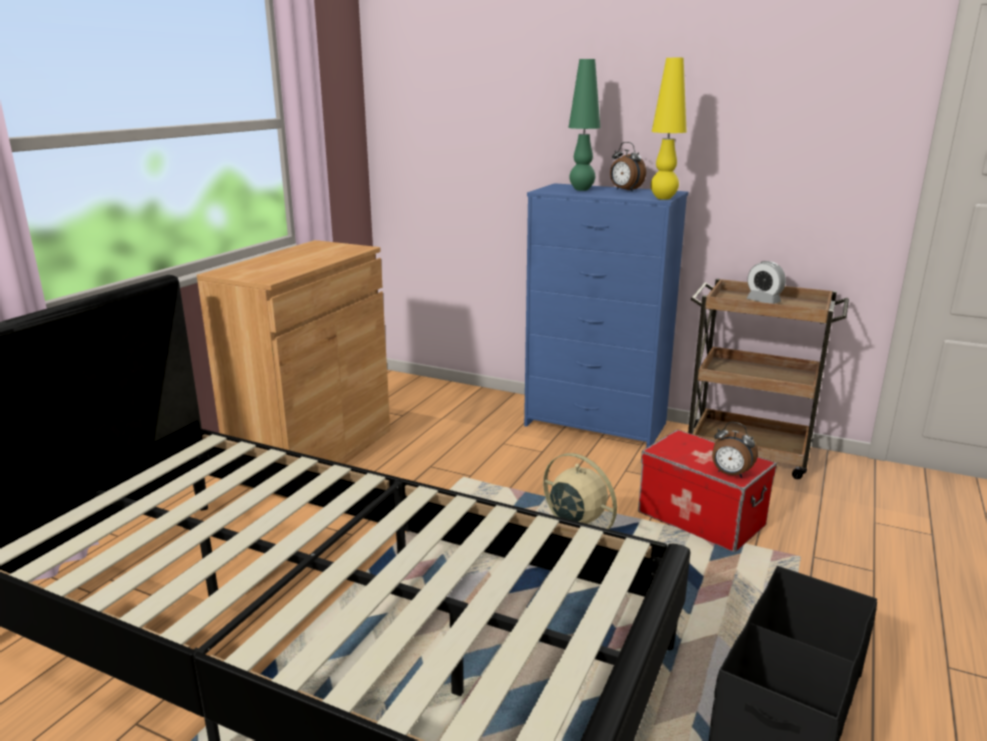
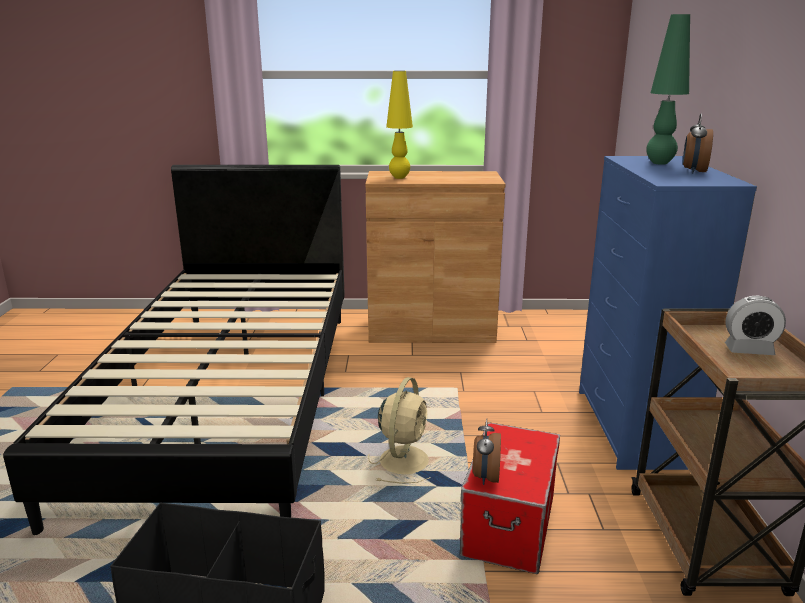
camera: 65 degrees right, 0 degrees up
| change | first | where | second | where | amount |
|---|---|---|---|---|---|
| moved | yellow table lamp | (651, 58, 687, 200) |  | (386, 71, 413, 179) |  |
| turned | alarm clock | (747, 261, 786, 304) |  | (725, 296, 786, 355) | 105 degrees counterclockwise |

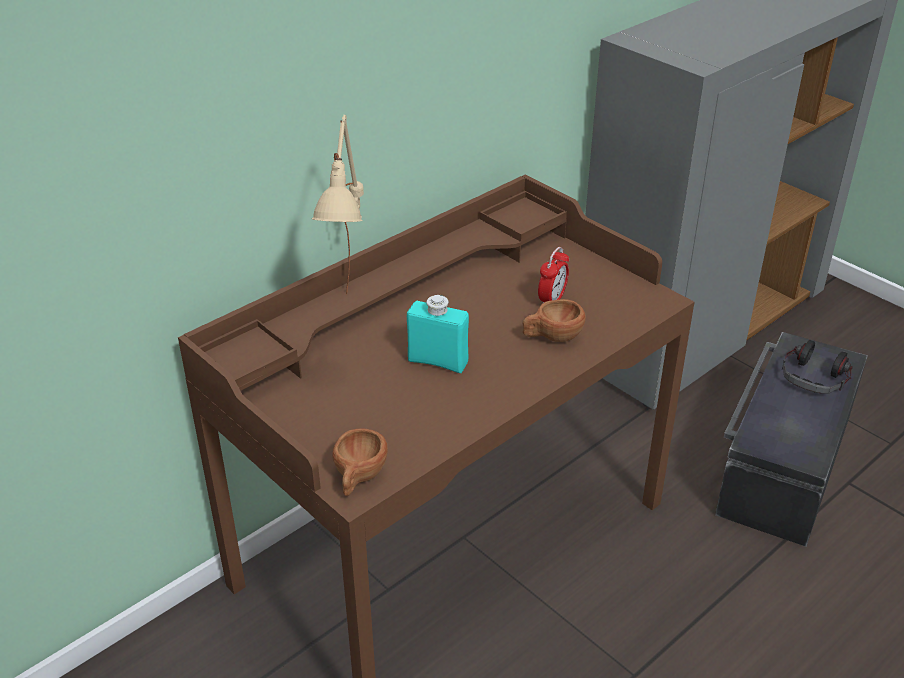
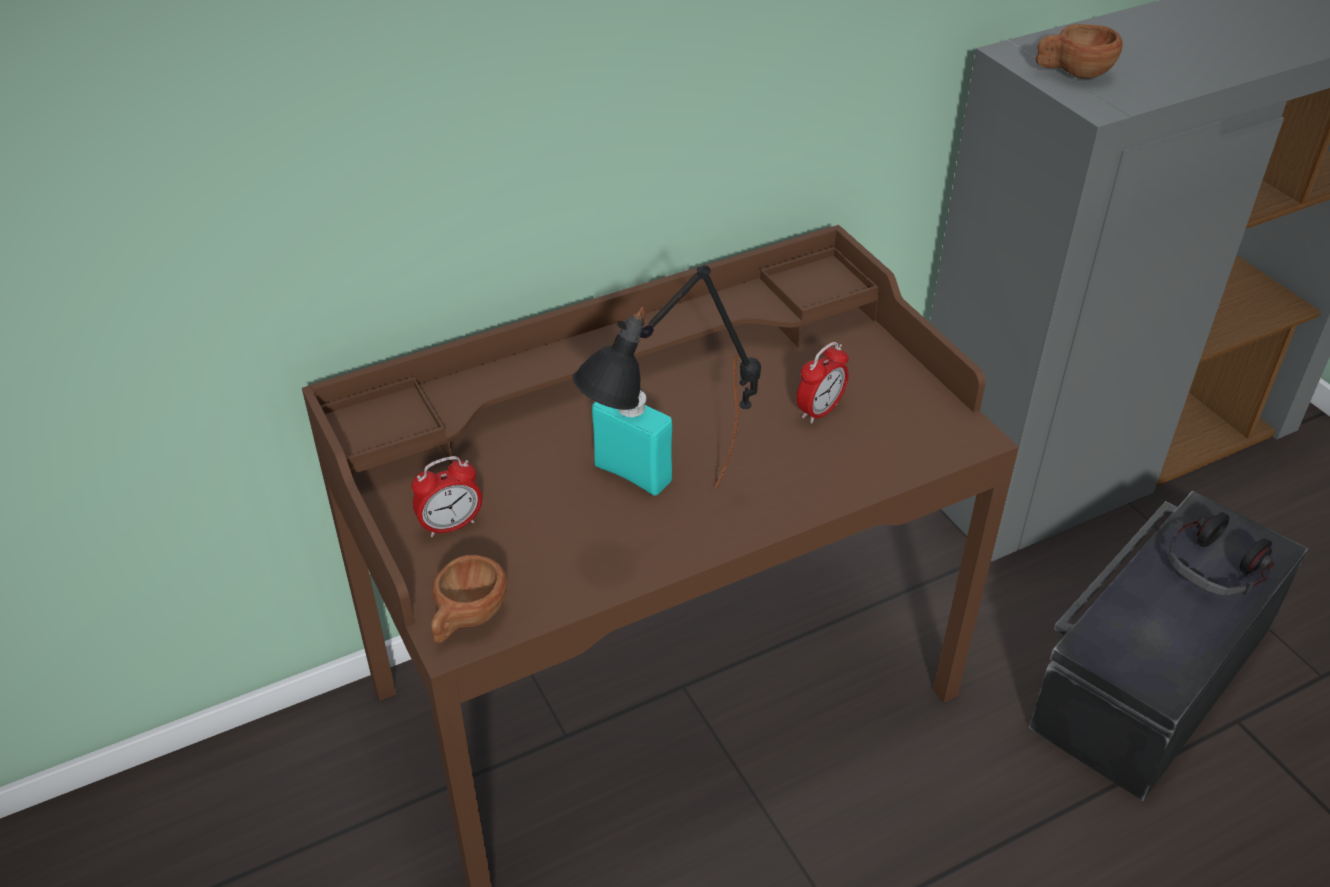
camera: 15 degrees right, 5 degrees up
| change | first | where | second | where | amount |
|---|---|---|---|---|---|
| removed | beige table lamp | (312, 115, 364, 294) |  |  |  |
| moved | brown cup | (523, 299, 586, 342) |  | (1036, 24, 1123, 79) |  |
| added |  |  | black table lamp | (572, 265, 761, 489) |  |
| added |  |  | alarm clock | (411, 456, 482, 537) |  |

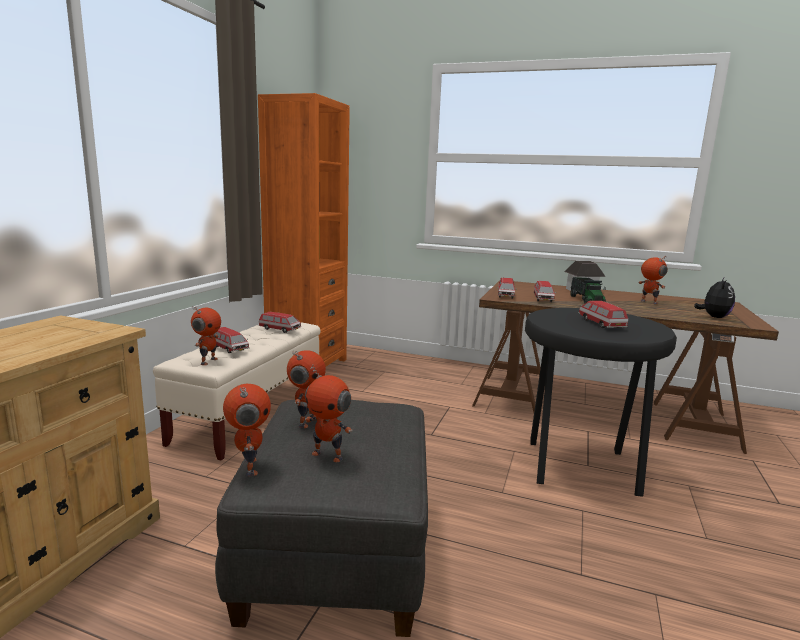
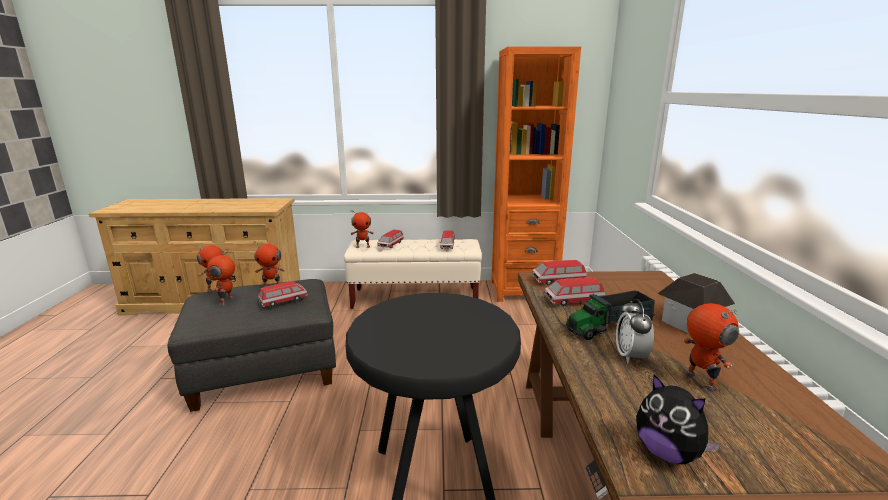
camera: 70 degrees right, 5 degrees up
| change | first | where | second | where | amount |
|---|---|---|---|---|---|
| turned | toy robot | (638, 255, 668, 304) |  | (683, 303, 739, 392) | 60 degrees counterclockwise |
| turned | plush toy | (694, 278, 735, 318) |  | (636, 374, 720, 464) | 45 degrees clockwise |
| moved | toy car | (578, 301, 628, 328) |  | (258, 281, 308, 307) |  |
| added |  |  | alarm clock | (616, 299, 654, 363) |  |

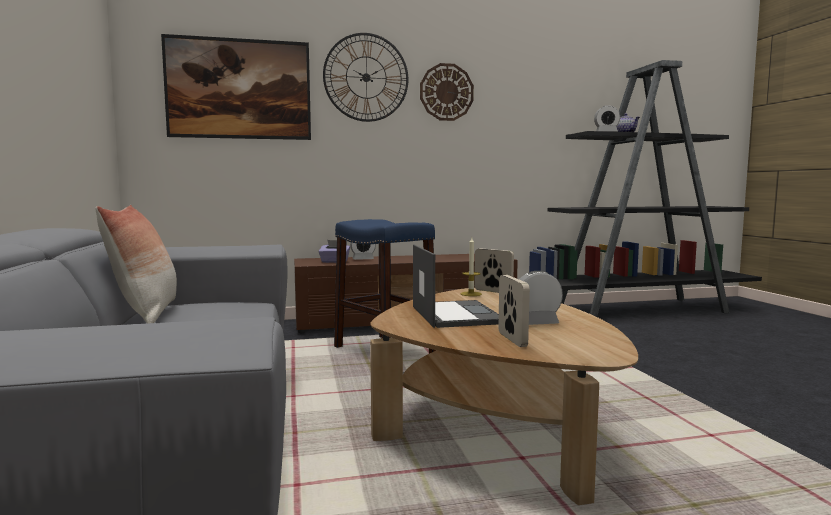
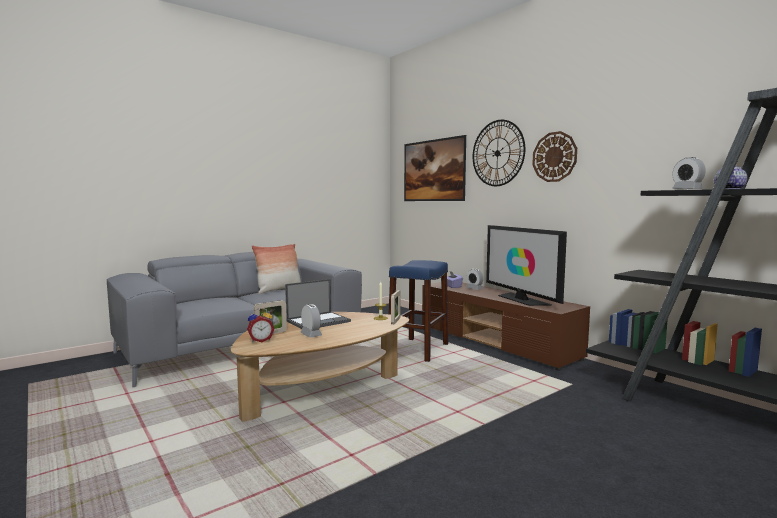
camera: 65 degrees right, 0 degrees up
| change | first | where | second | where | amount |
|---|---|---|---|---|---|
| added |  |  | television | (486, 225, 567, 306) |  |
| added |  |  | alarm clock | (247, 308, 274, 342) |  |

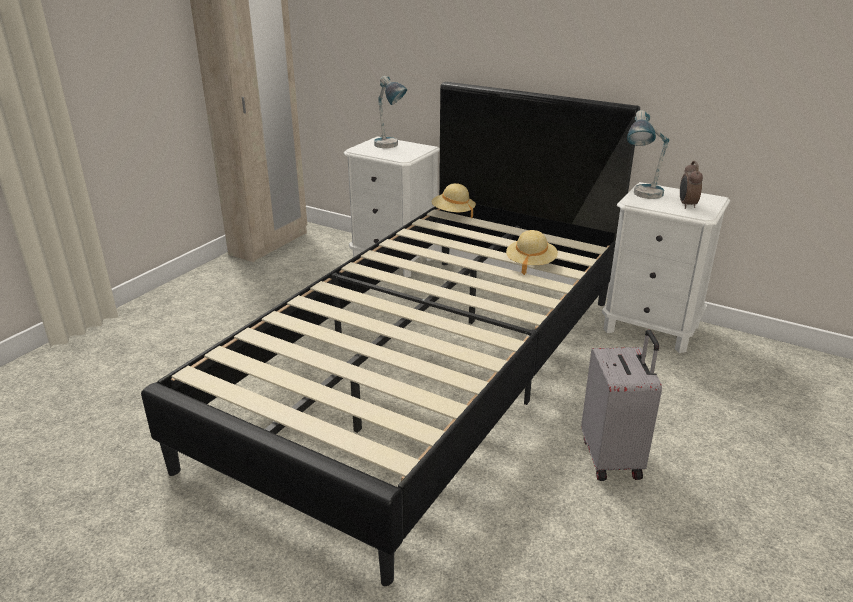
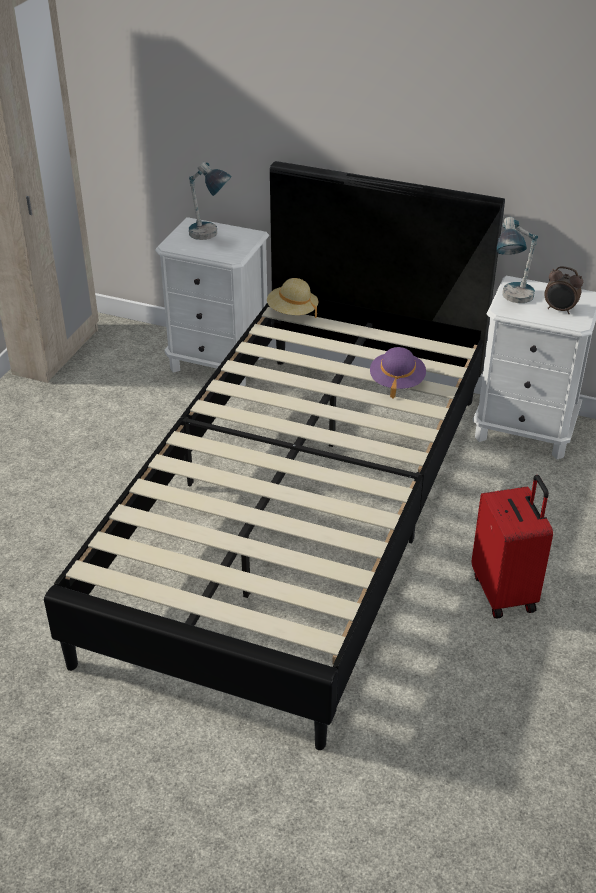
camera: 10 degrees left, 10 degrees up
| change | first | where | second | where | amount |
|---|---|---|---|---|---|
| turned | alarm clock | (680, 161, 703, 209) |  | (544, 266, 583, 314) | 60 degrees counterclockwise |
| recoloured | beige hat | (506, 230, 558, 275) | purple hat | (370, 347, 426, 399) |  |
| recoloured | grey suitcase | (581, 329, 662, 481) | red suitcase | (471, 475, 553, 619) |  |

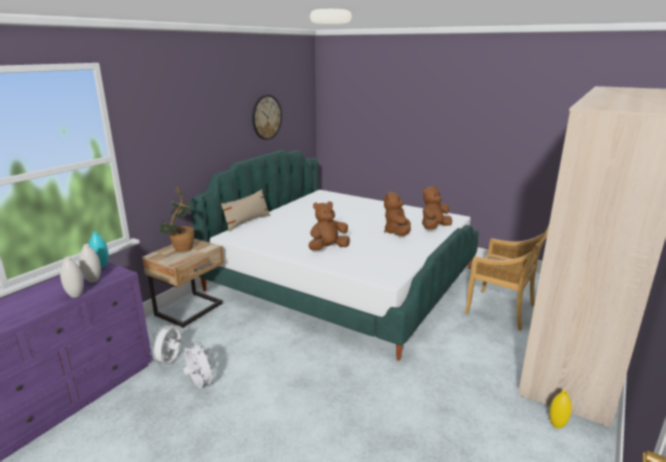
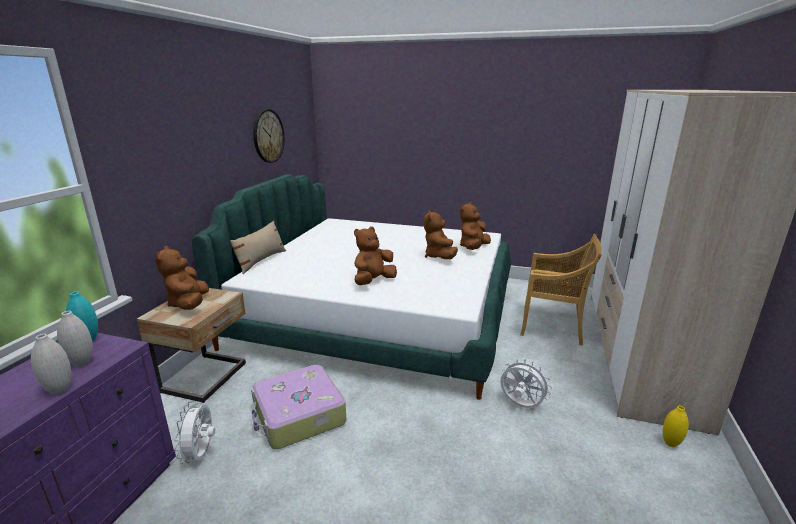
camera: 15 degrees left, 0 degrees up
| change | first | where | second | where | amount |
|---|---|---|---|---|---|
| replaced | potted plant | (159, 187, 194, 252) | brown plush toy | (155, 246, 209, 310) |  |
| moved | white fan | (183, 341, 215, 388) |  | (500, 359, 552, 408) |  |
| added |  |  | suitcase | (251, 365, 346, 449) |  |

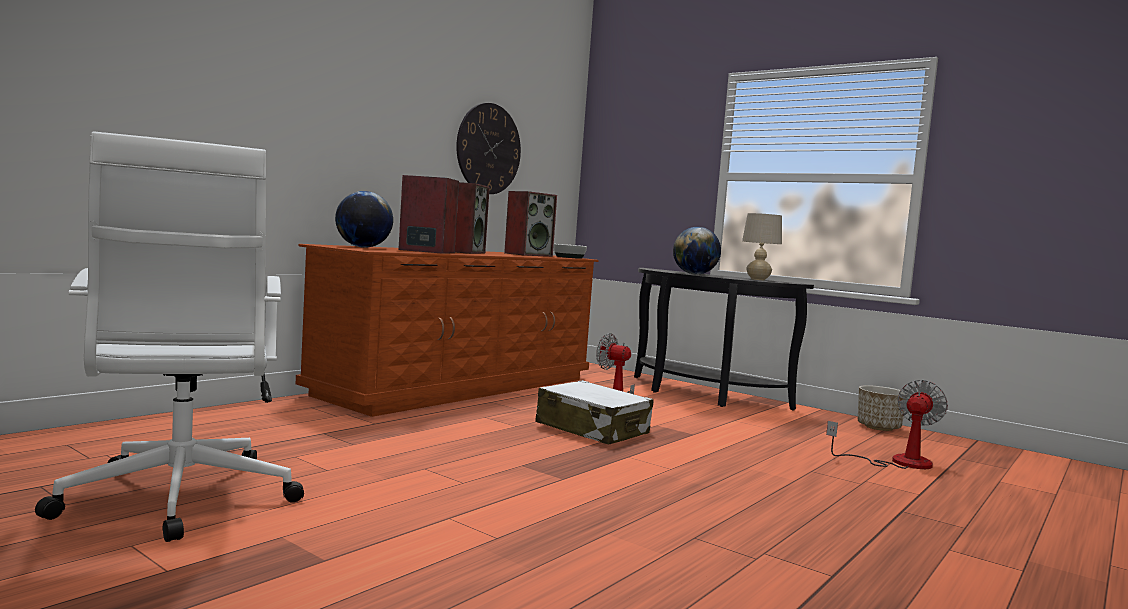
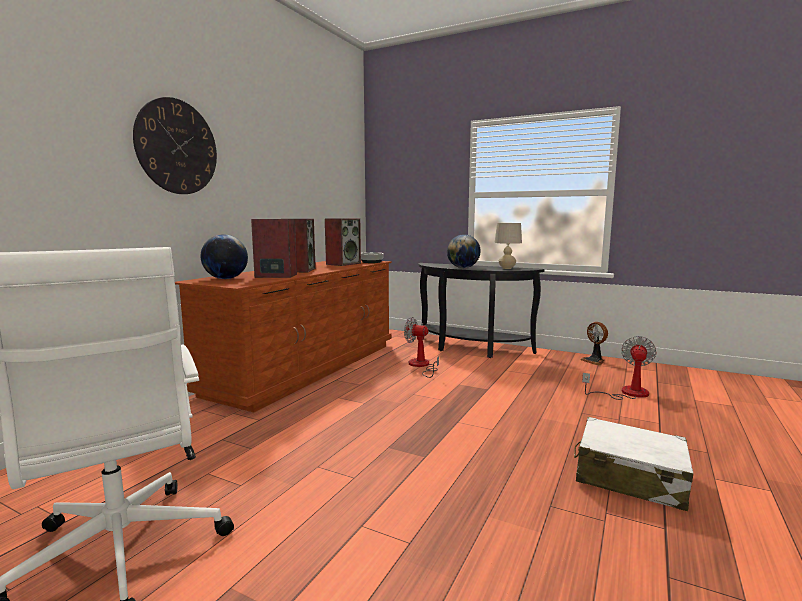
camera: 10 degrees left, 5 degrees up
| change | first | where | second | where | amount |
|---|---|---|---|---|---|
| moved | wall clock | (456, 103, 521, 194) |  | (133, 97, 217, 194) |  |
| moved | white suitcase | (535, 380, 654, 444) |  | (574, 417, 693, 511) |  |
| replaced | planter | (858, 385, 907, 431) | fan | (580, 322, 608, 365) |  |

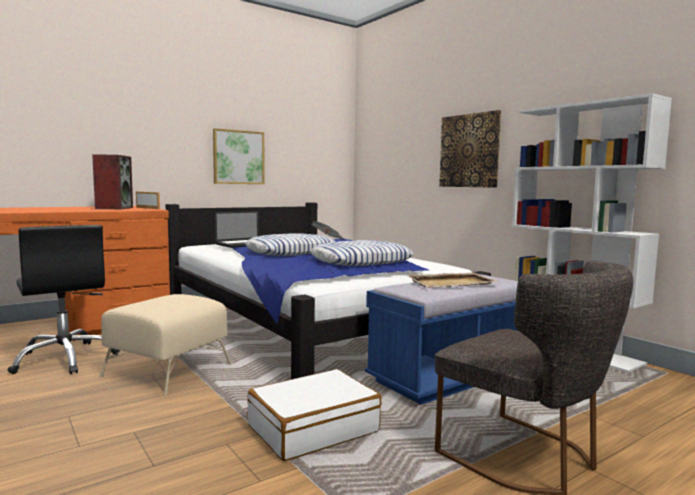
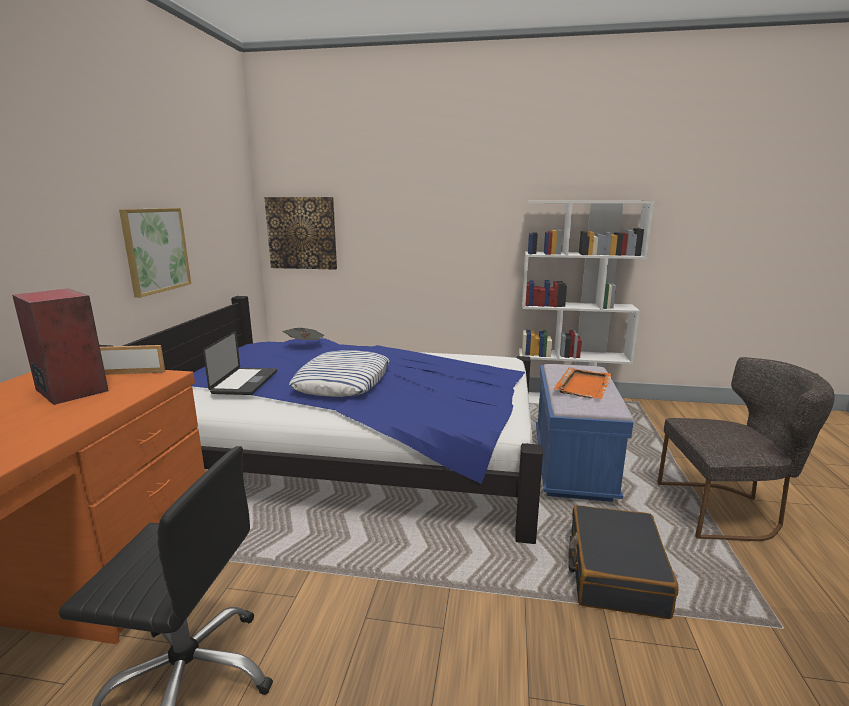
camera: 45 degrees left, 10 degrees up
| change | first | where | second | where | amount |
|---|---|---|---|---|---|
| moved | picture | (439, 110, 501, 188) |  | (264, 197, 337, 270) |  |
| removed | pillow | (311, 240, 413, 266) |  |  |  |
| recoloured | beige tray | (406, 272, 498, 288) | orange tray | (554, 367, 612, 399) |  |
| removed | beige ottoman | (99, 294, 232, 396) |  |  |  |
| recoloured | white suitcase | (248, 369, 381, 461) | black suitcase | (568, 505, 679, 619) |  |

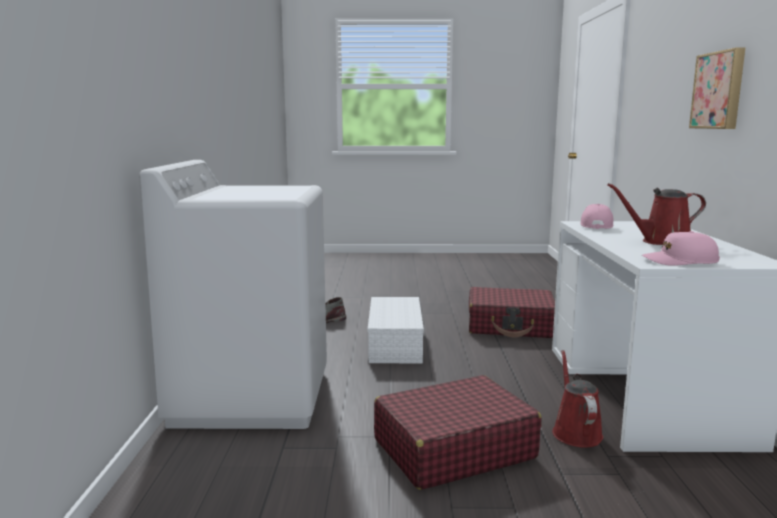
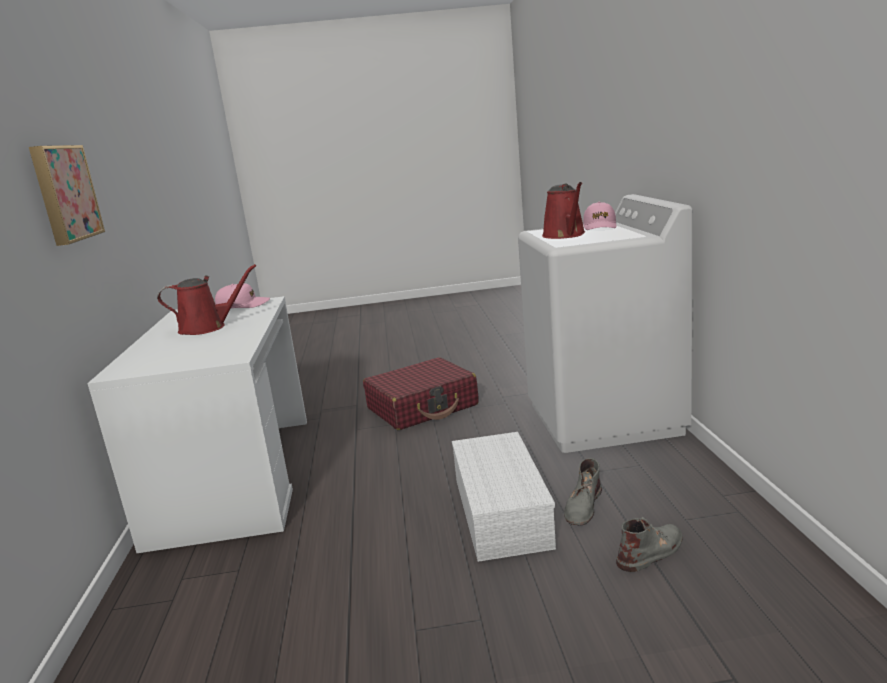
camera: 175 degrees right, 5 degrees up
| change | first | where | second | where | amount |
|---|---|---|---|---|---|
| moved | pink cap | (580, 204, 613, 229) |  | (583, 202, 616, 230) |  |
| removed | red suitcase | (469, 287, 555, 338) |  |  |  |
| moved | red watering can | (552, 350, 603, 448) |  | (542, 182, 585, 239) |  |
| added |  |  | grey boot | (564, 458, 602, 525) |  |

